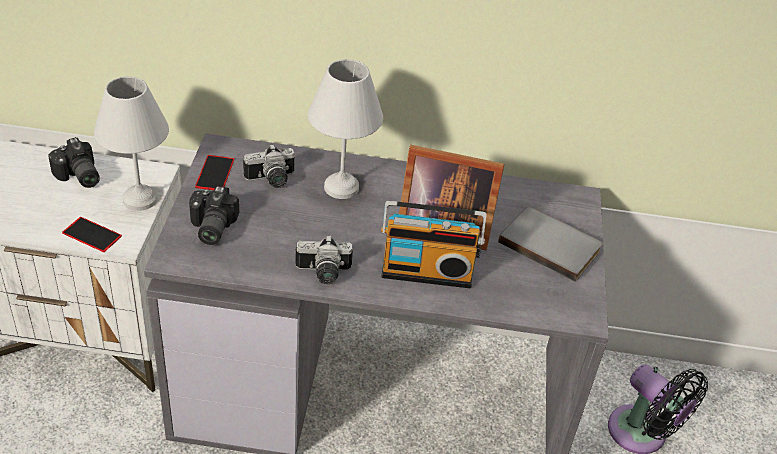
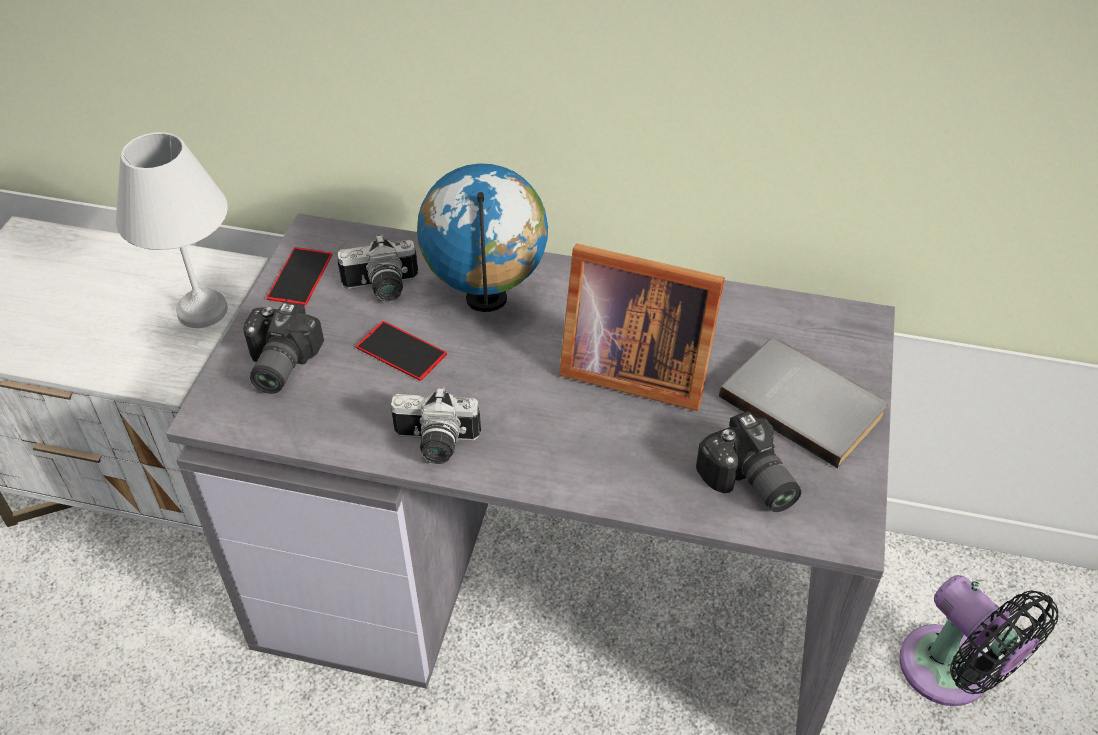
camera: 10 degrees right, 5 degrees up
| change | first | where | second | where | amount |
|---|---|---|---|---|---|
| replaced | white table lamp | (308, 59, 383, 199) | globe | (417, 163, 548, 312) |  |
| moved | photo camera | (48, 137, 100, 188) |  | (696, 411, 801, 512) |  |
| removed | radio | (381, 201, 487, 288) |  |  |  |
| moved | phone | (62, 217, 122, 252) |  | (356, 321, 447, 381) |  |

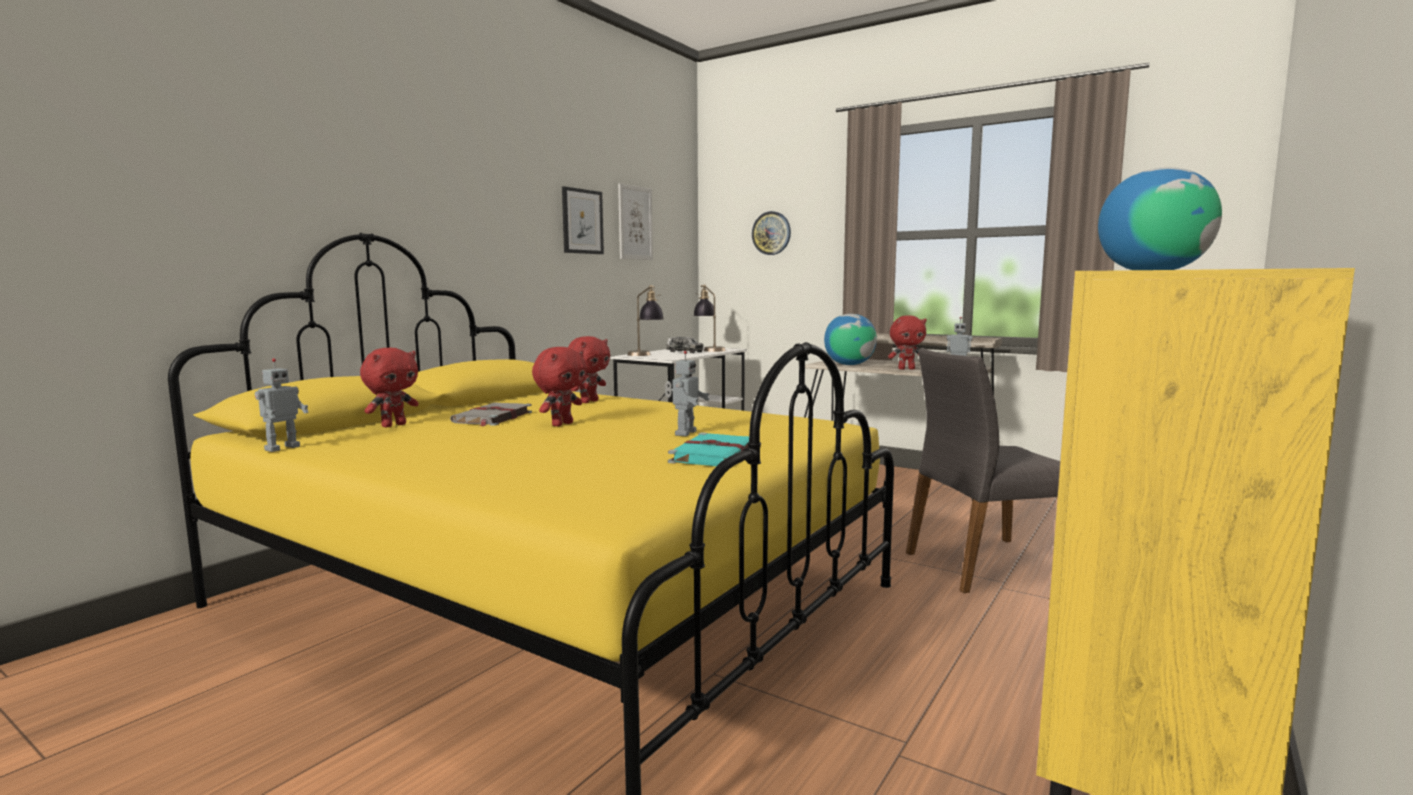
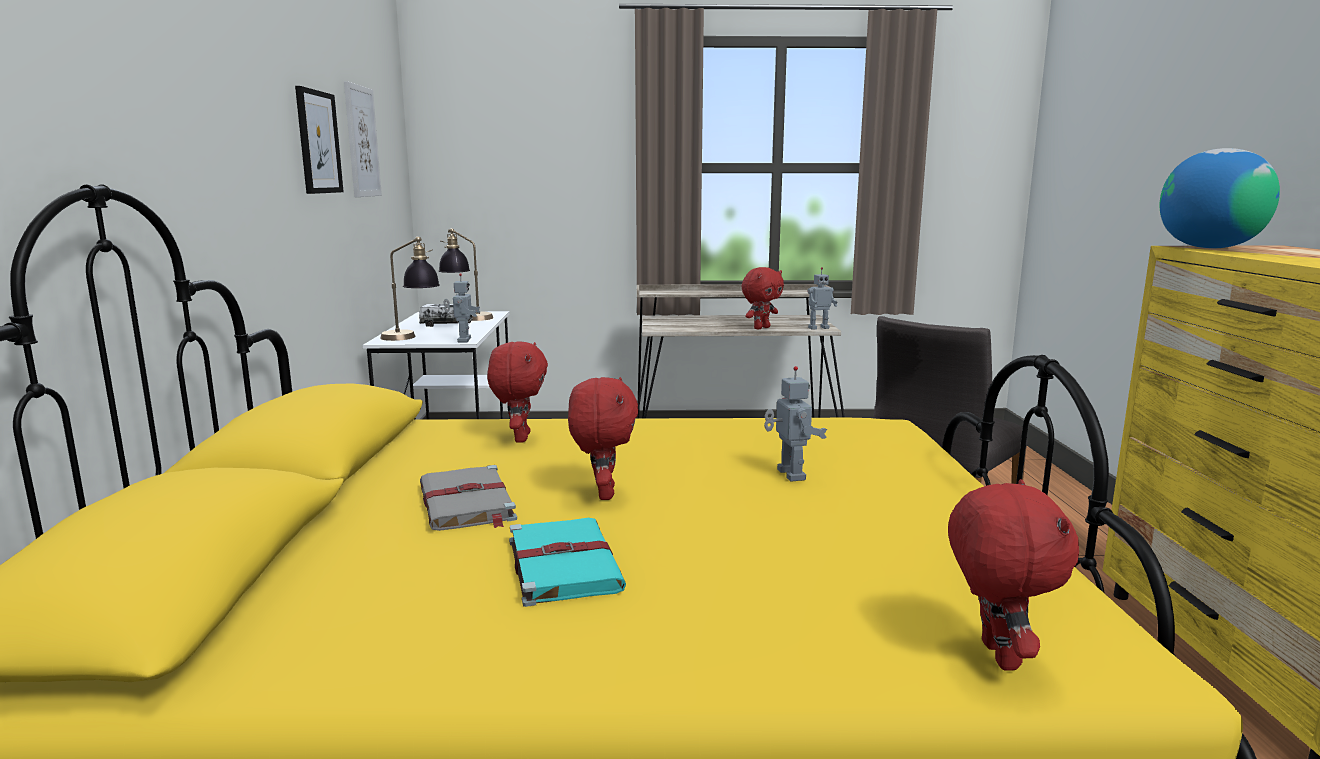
camera: 35 degrees left, 5 degrees up
| change | first | where | second | where | amount |
|---|---|---|---|---|---|
| removed | wall clock | (752, 211, 791, 255) |  |  |  |
| removed | globe | (824, 314, 877, 365) |  |  |  |
| moved | red plush toy | (360, 348, 419, 427) |  | (948, 479, 1079, 670) |  |
| moved | toy robot | (255, 358, 309, 452) |  | (443, 273, 480, 343) |  |
| moved | turquoise book | (668, 432, 749, 466) |  | (509, 518, 626, 607) |  |

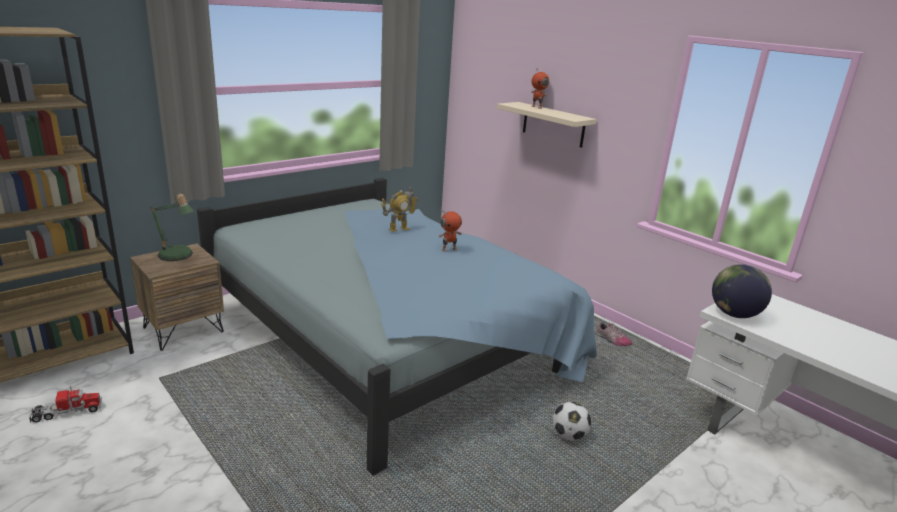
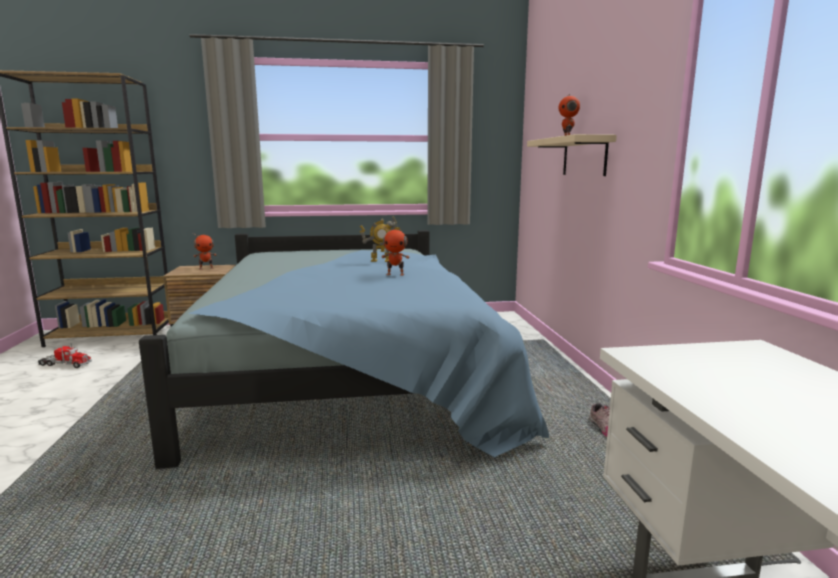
camera: 35 degrees right, 10 degrees down
| change | first | where | second | where | amount |
|---|---|---|---|---|---|
| replaced | table lamp | (151, 194, 194, 261) | toy robot | (193, 233, 217, 270) |  |
| removed | globe | (712, 264, 772, 318) |  |  |  |
| removed | football | (553, 402, 591, 441) |  |  |  |

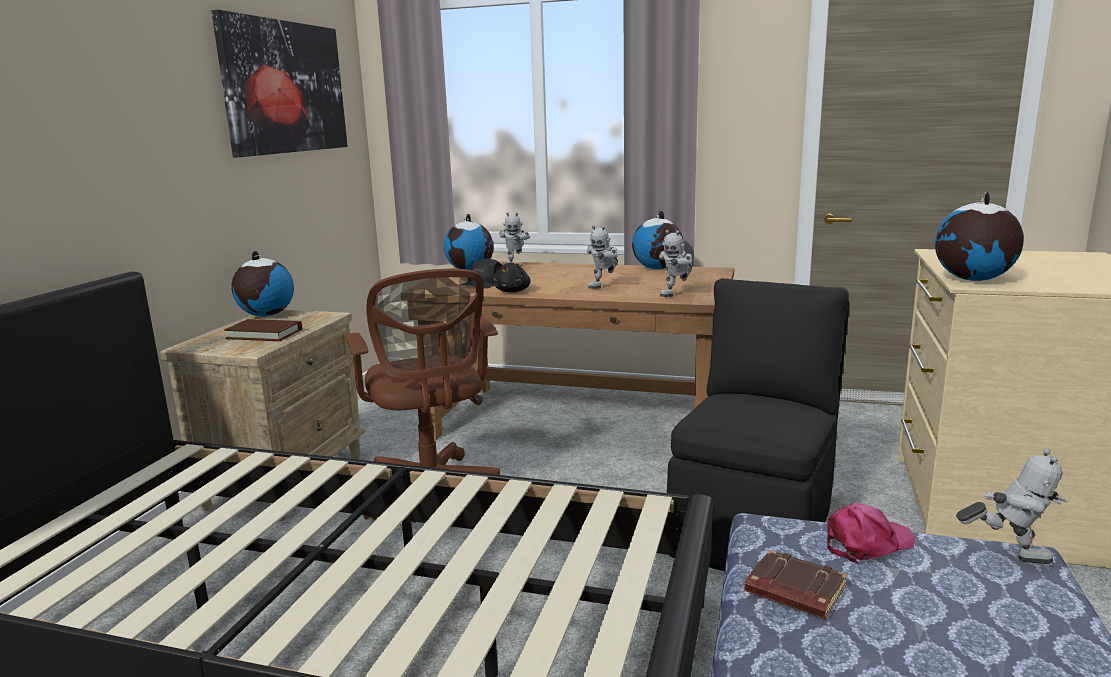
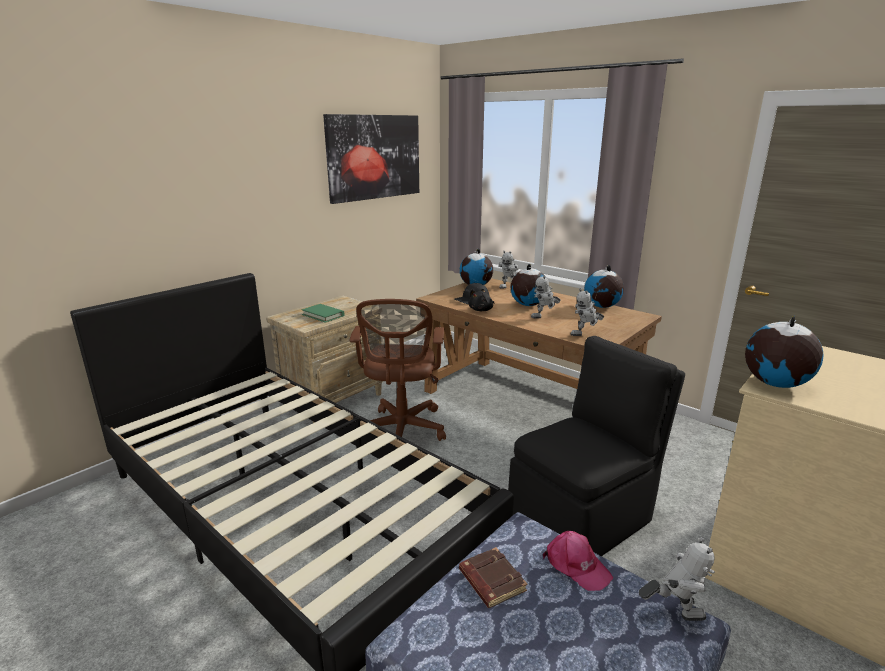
camera: 25 degrees right, 5 degrees up
| change | first | where | second | where | amount |
|---|---|---|---|---|---|
| moved | globe | (231, 251, 294, 317) |  | (511, 264, 546, 306) |  |
| recoloured | brown book | (224, 319, 302, 341) | green book | (302, 304, 345, 323) |  |
| turned | toy robot | (956, 448, 1067, 564) |  | (639, 537, 715, 621) | 45 degrees counterclockwise |
| turned | pink cap | (827, 503, 915, 564) |  | (543, 531, 613, 591) | 45 degrees clockwise |

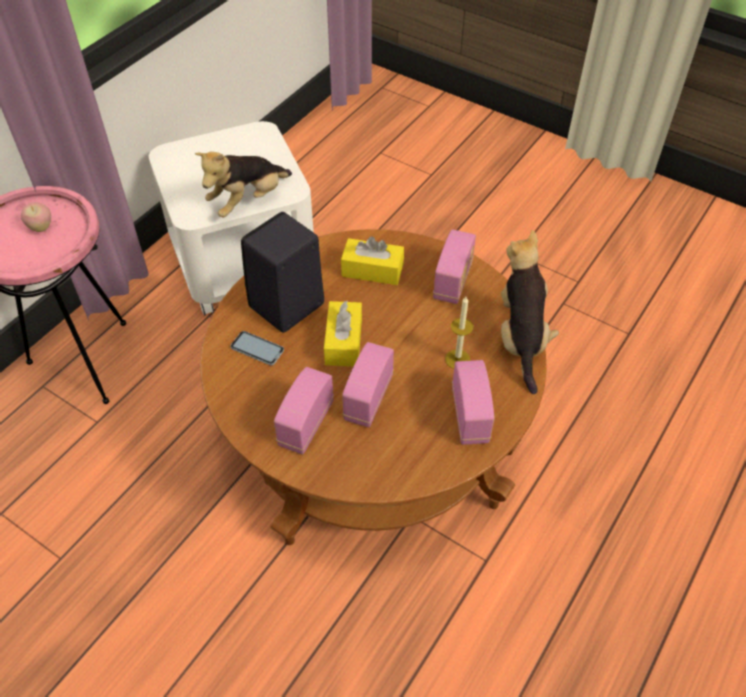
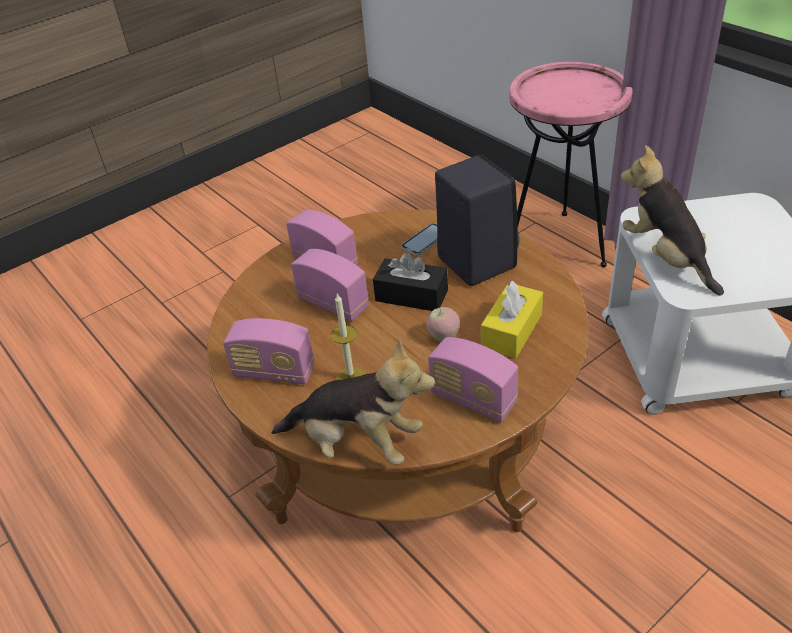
camera: 110 degrees right, 10 degrees down
| change | first | where | second | where | amount |
|---|---|---|---|---|---|
| moved | apple | (21, 202, 51, 232) |  | (427, 307, 460, 342) |  |
| recoloured | yellow tissue box | (324, 301, 362, 366) | black tissue box | (373, 252, 448, 311) |  |

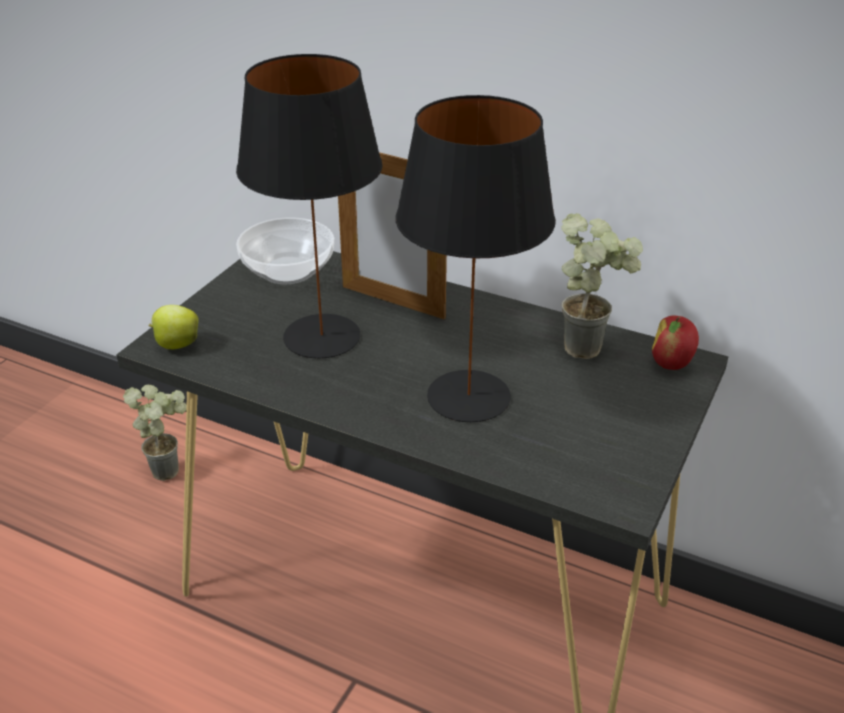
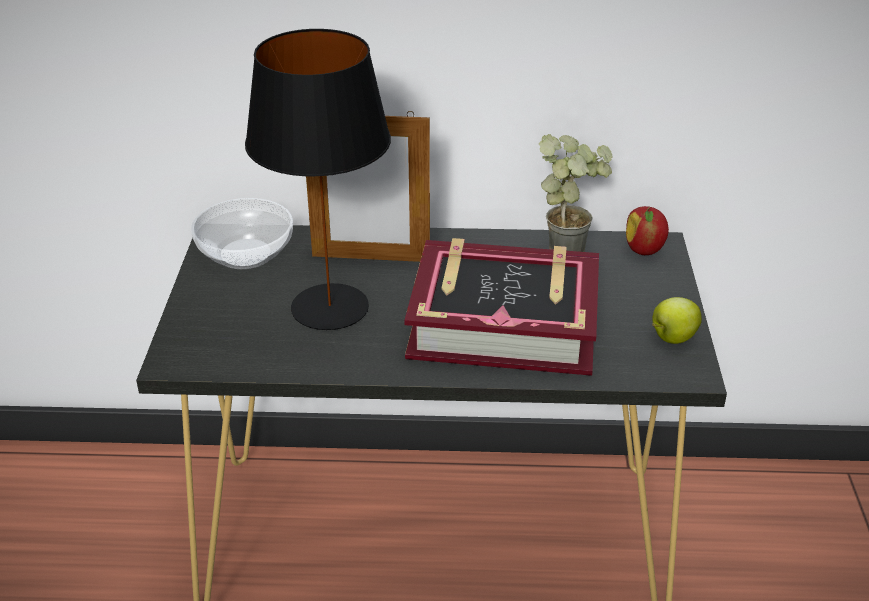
camera: 25 degrees left, 0 degrees up
| change | first | where | second | where | amount |
|---|---|---|---|---|---|
| replaced | black table lamp | (396, 95, 555, 422) | book | (404, 238, 599, 376) |  |
| moved | apple | (148, 305, 199, 349) |  | (652, 297, 702, 344) |  |
| removed | potted plant | (123, 385, 187, 481) |  |  |  |

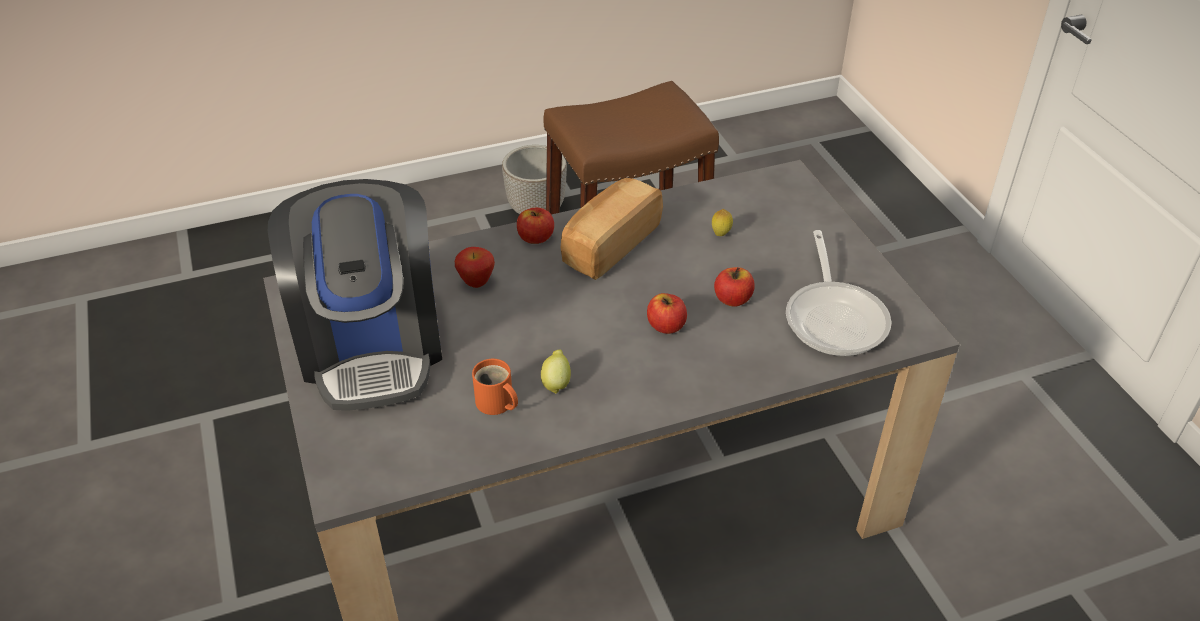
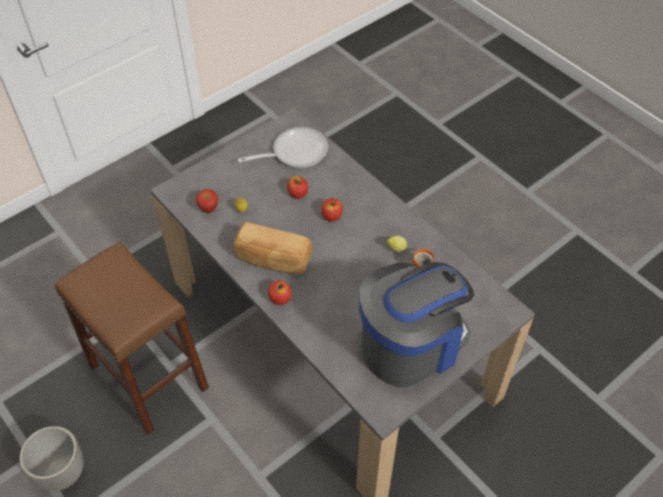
camera: 110 degrees left, 10 degrees up
| change | first | where | second | where | amount |
|---|---|---|---|---|---|
| moved | apple | (455, 247, 495, 288) |  | (196, 189, 218, 213) |  |

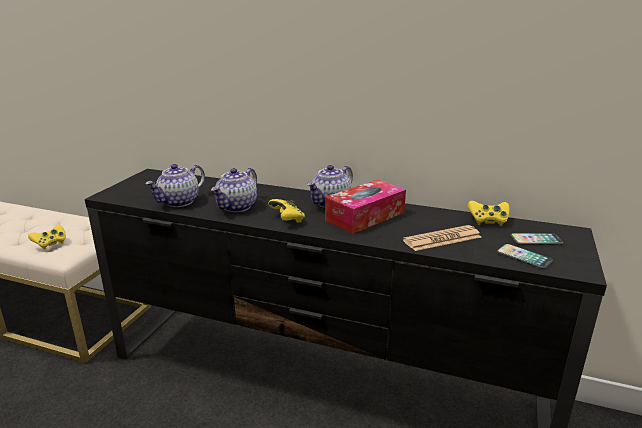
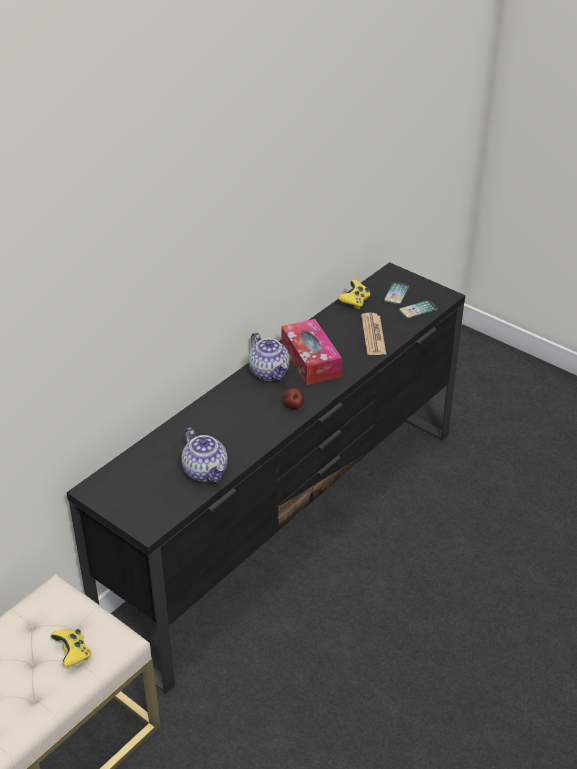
camera: 70 degrees left, 15 degrees up
| change | first | where | second | where | amount |
|---|---|---|---|---|---|
| removed | teapot | (211, 168, 257, 212) |  |  |  |
| replaced | yellow game controller | (268, 199, 305, 223) | apple | (283, 388, 304, 409) |  |

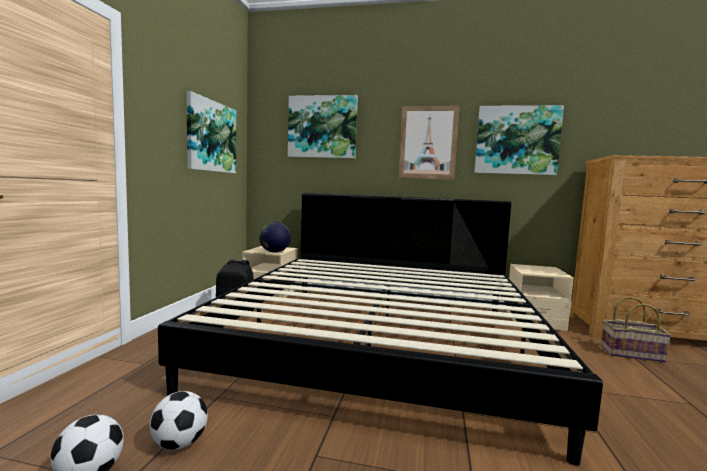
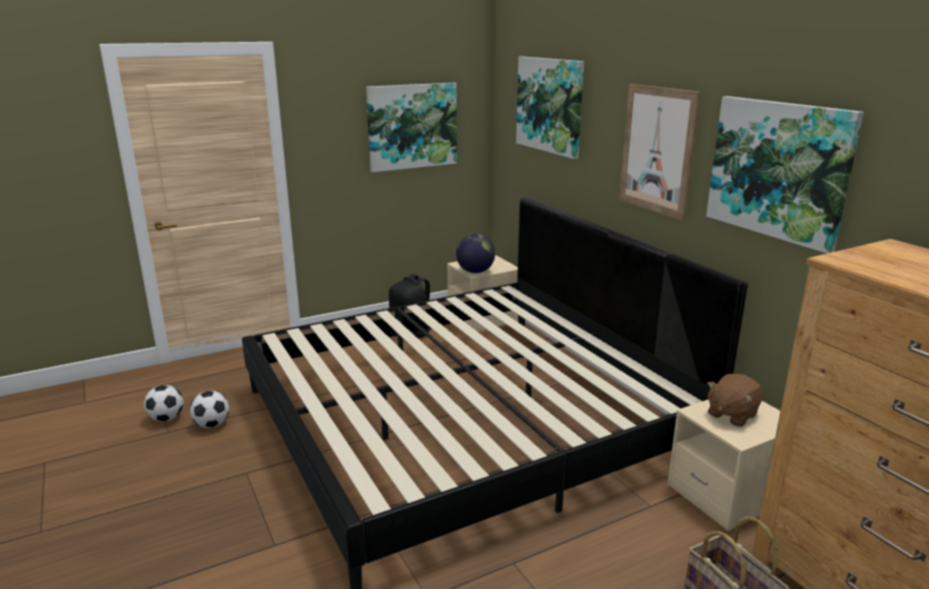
camera: 50 degrees right, 15 degrees up
| change | first | where | second | where | amount |
|---|---|---|---|---|---|
| added |  |  | brown plush toy | (707, 374, 763, 427) |  |

